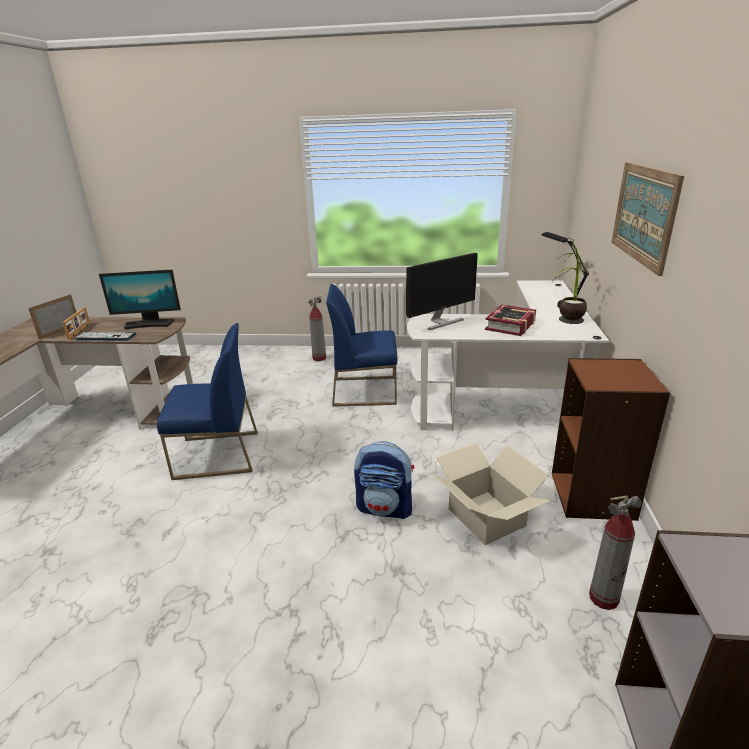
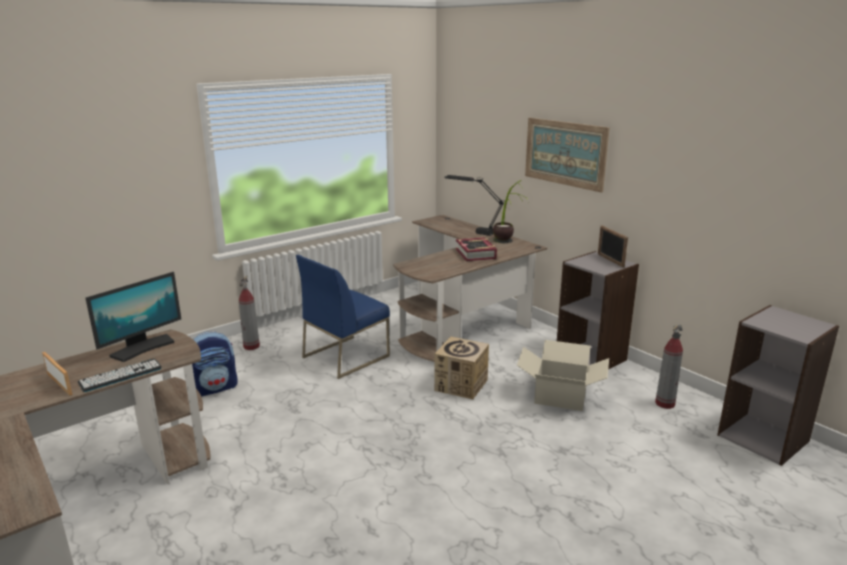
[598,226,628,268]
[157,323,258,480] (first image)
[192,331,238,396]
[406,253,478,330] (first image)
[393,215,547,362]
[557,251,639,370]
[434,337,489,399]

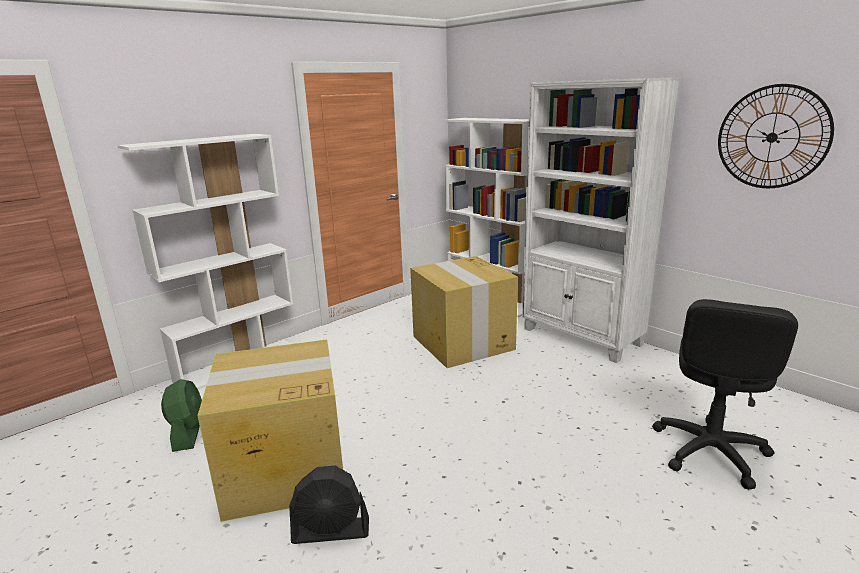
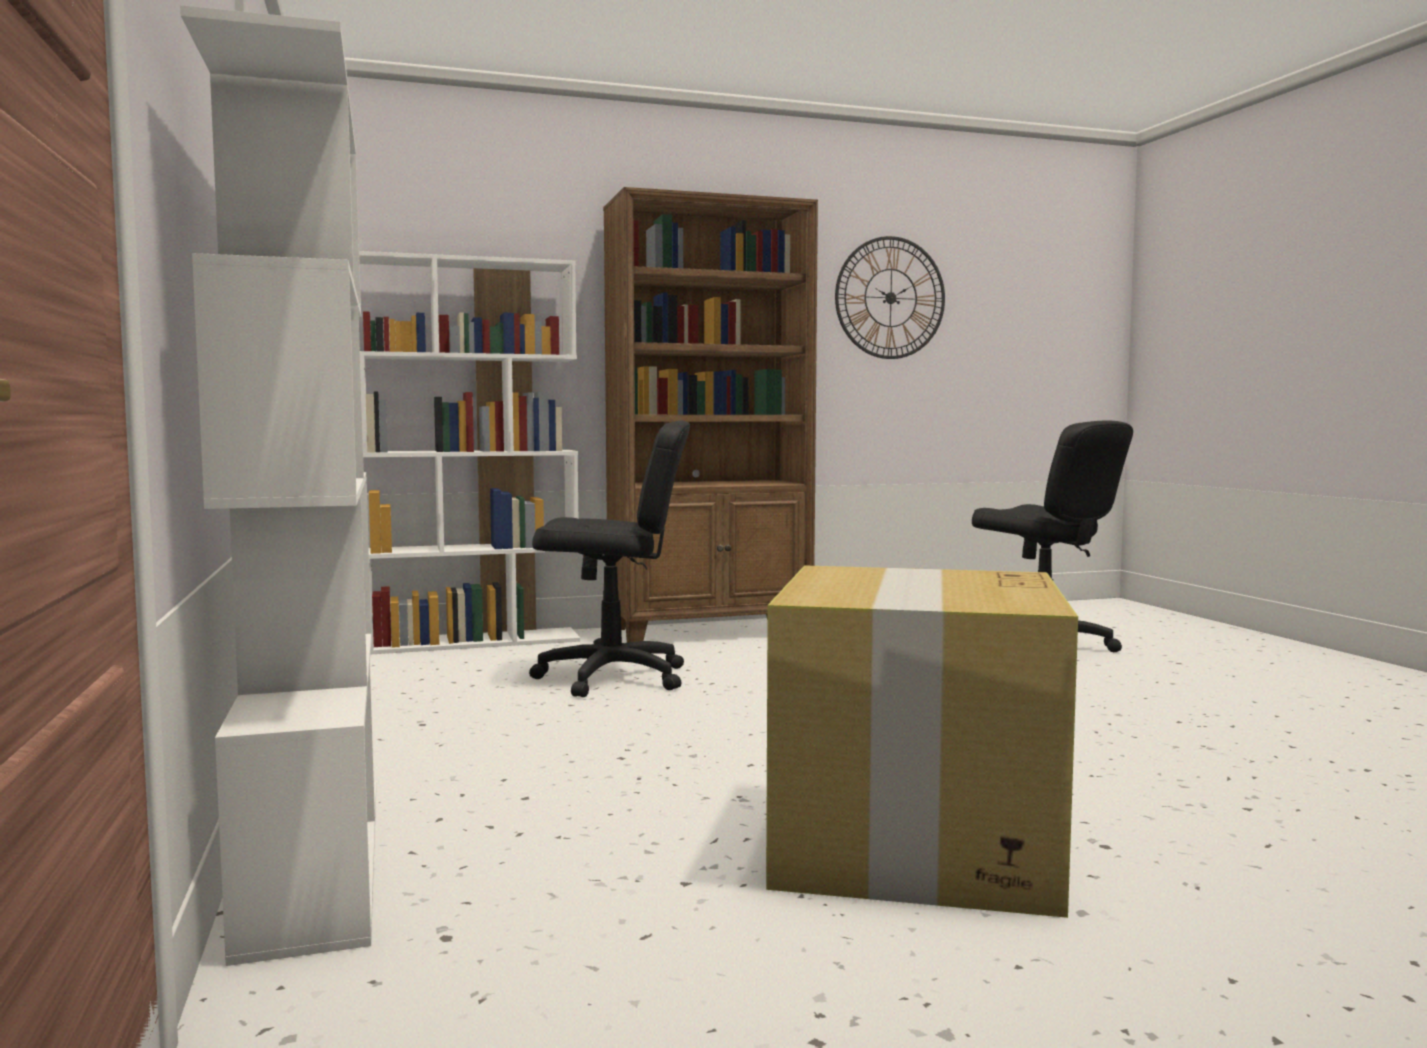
[161,379,202,452] (first image)
[289,466,369,544] (first image)
[529,421,690,697]
[603,187,818,643]

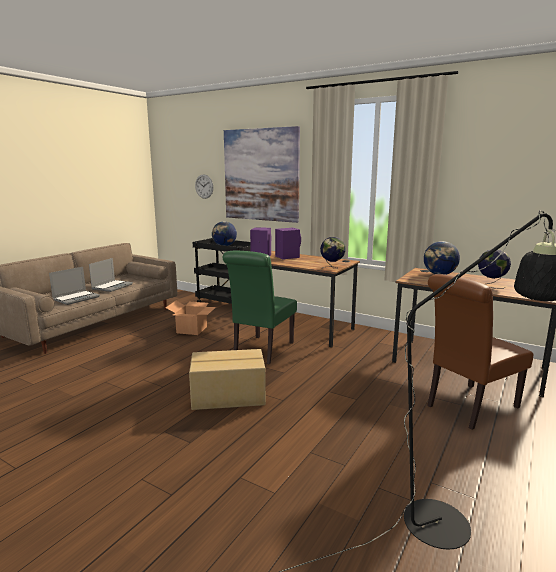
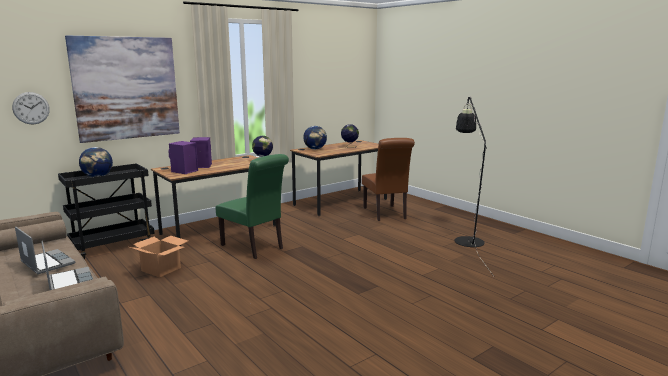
[189,349,266,410] (first image)

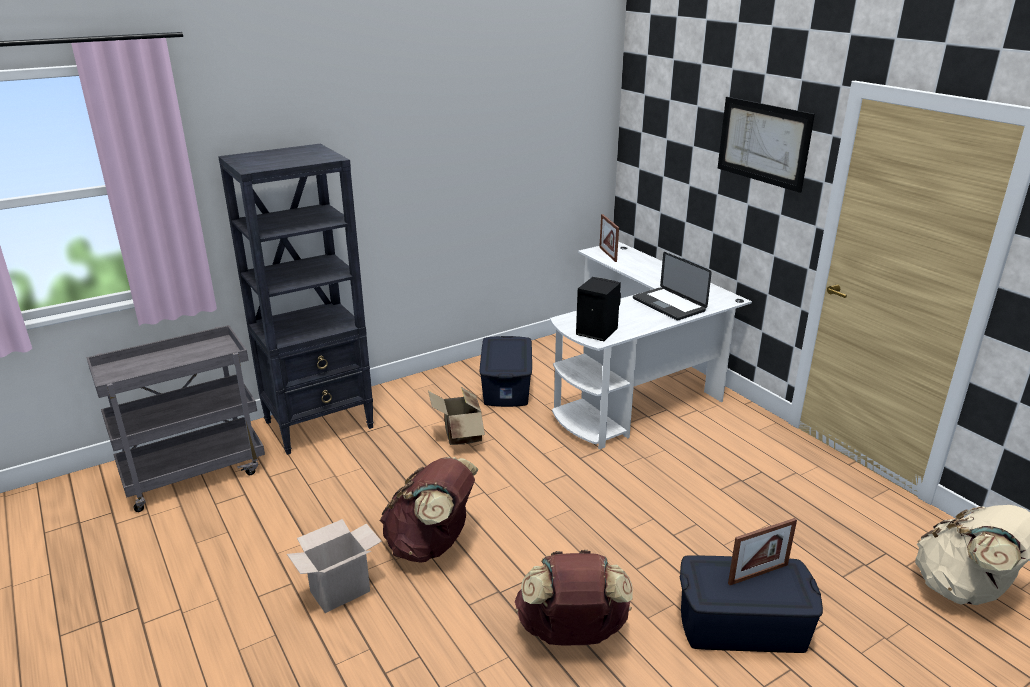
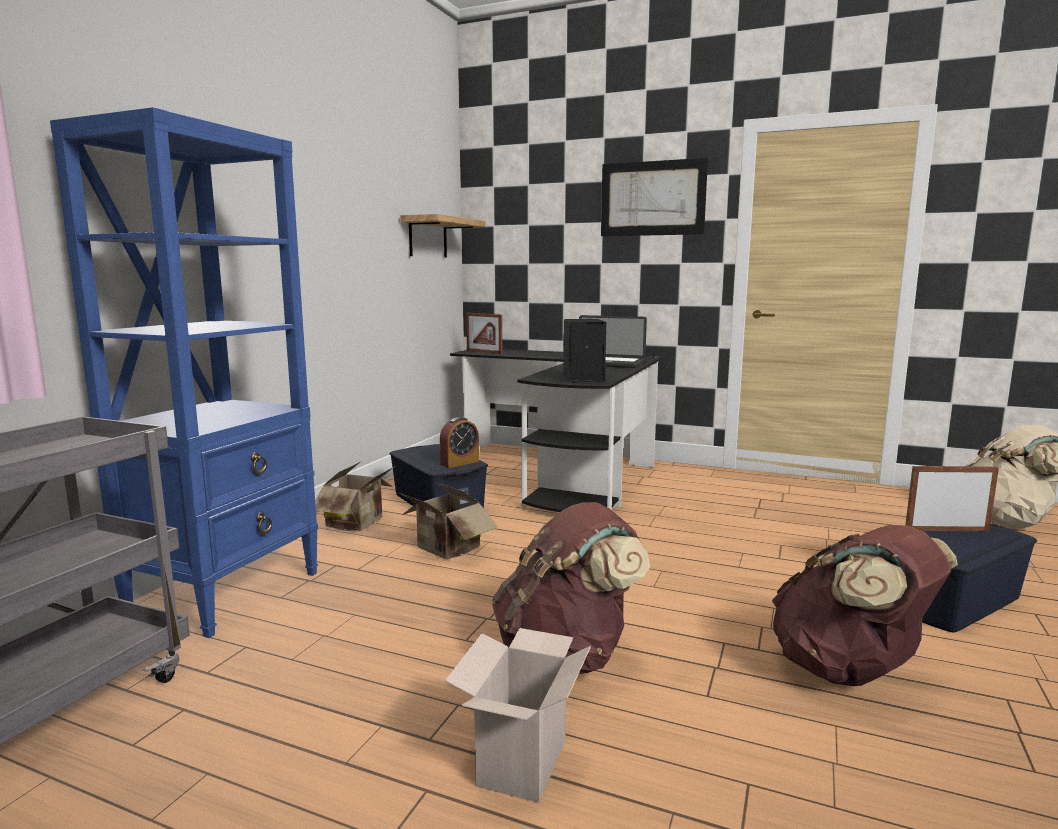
[50,107,318,638]
[450,349,663,512]
[905,466,999,532]
[315,462,397,531]
[401,214,486,258]
[440,417,479,468]

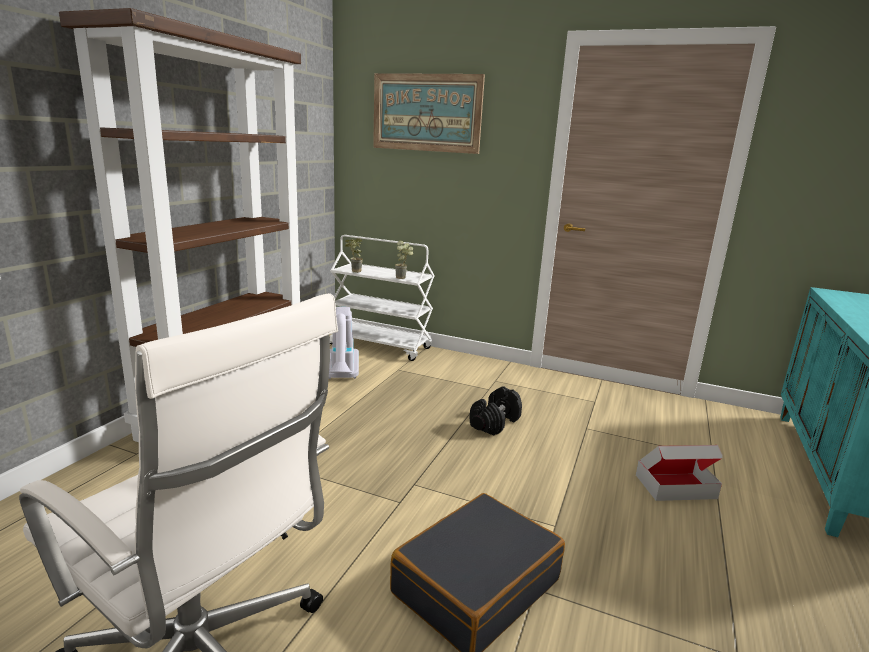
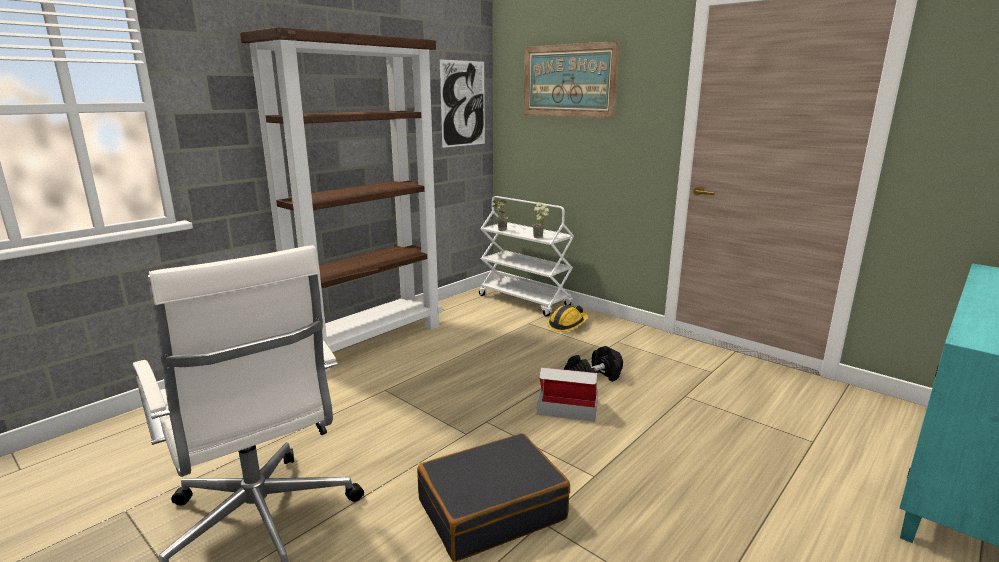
[329,307,359,379] (first image)
[536,367,598,422]
[440,59,485,148]
[547,305,588,332]

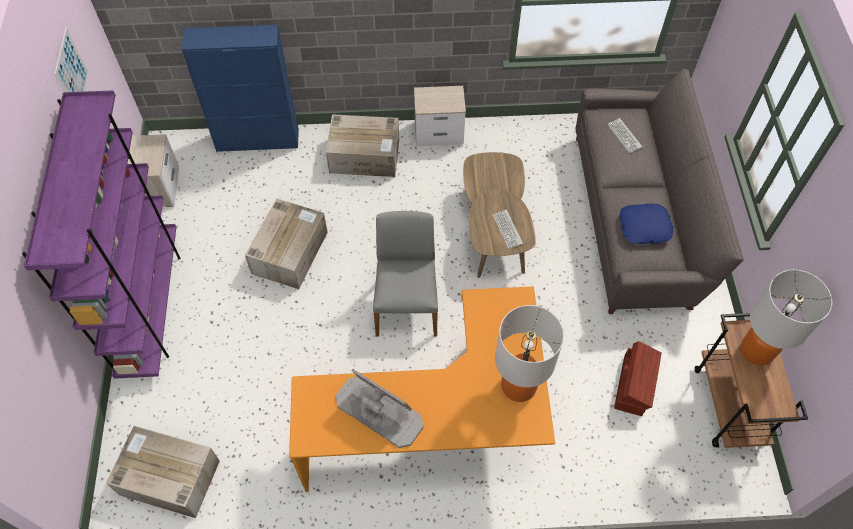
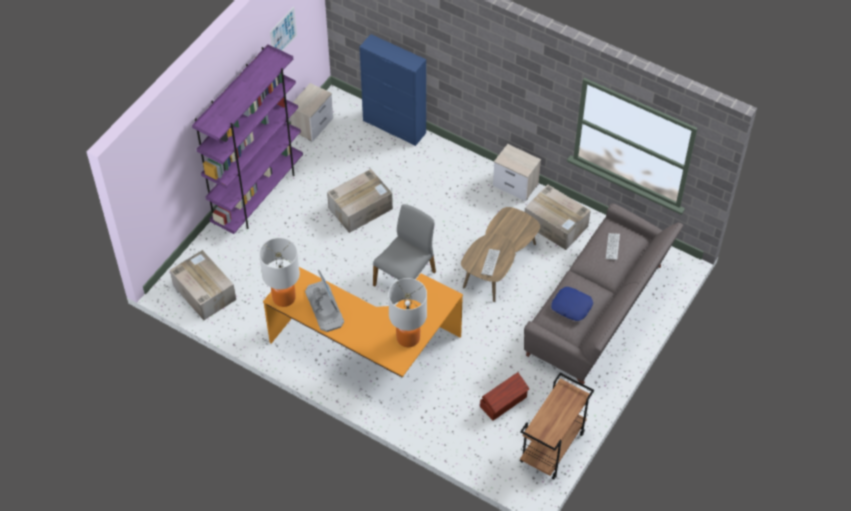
[525,185,591,250]
[259,238,300,307]

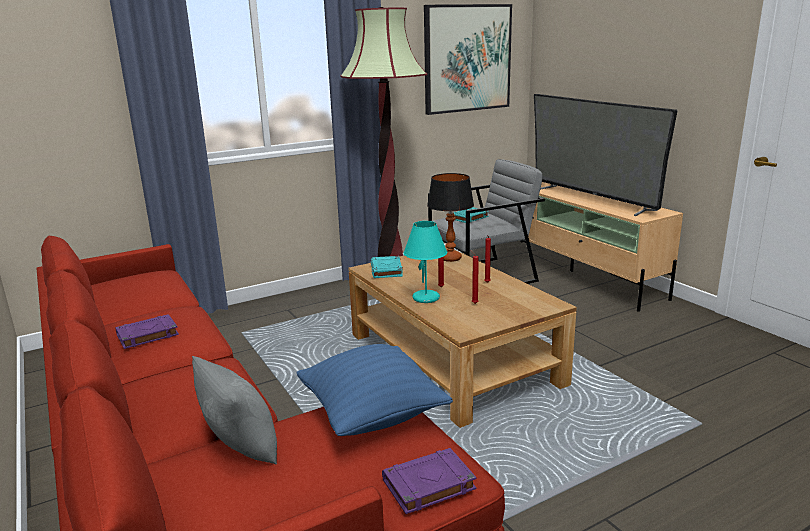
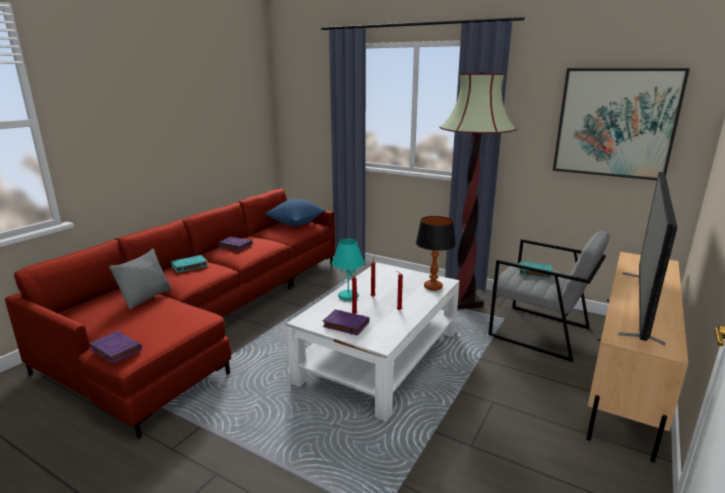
[265,199,326,226]
[287,262,460,421]
[171,255,208,273]
[323,309,370,335]

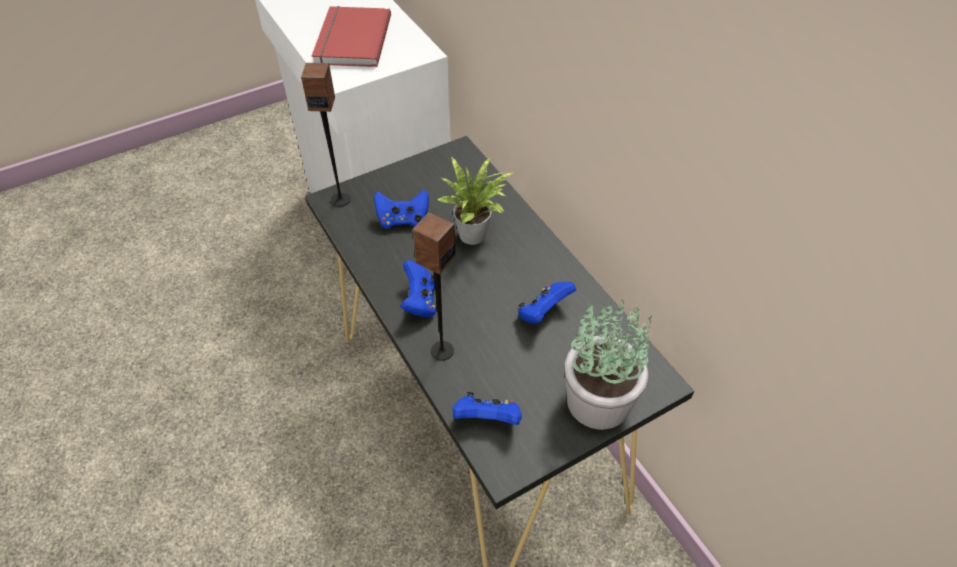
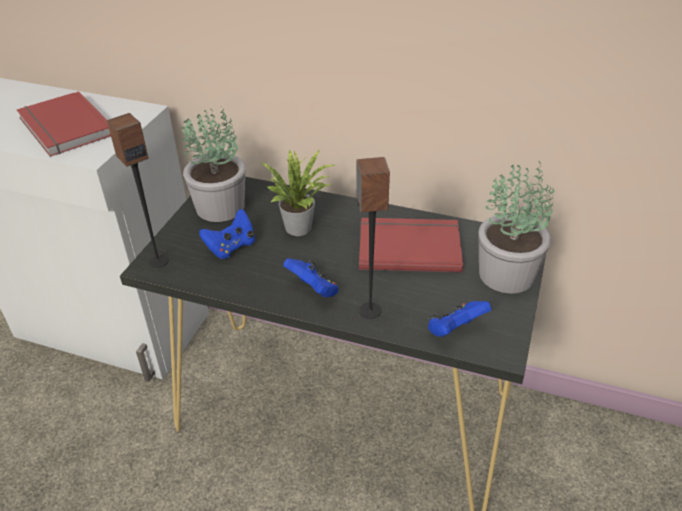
[359,218,463,272]
[182,106,245,222]

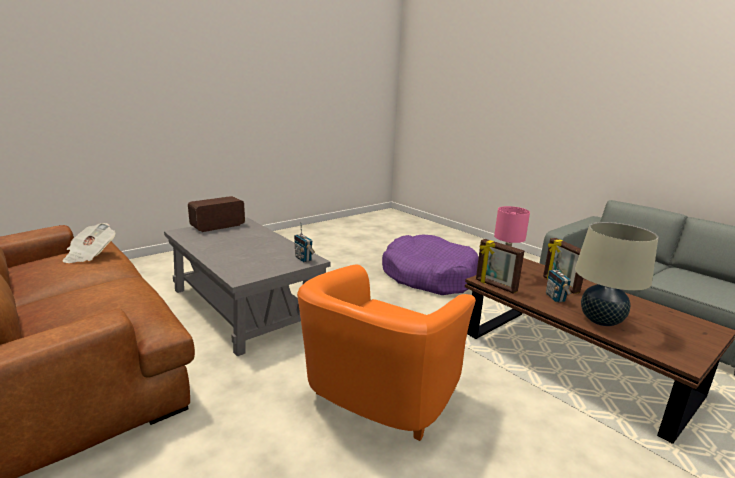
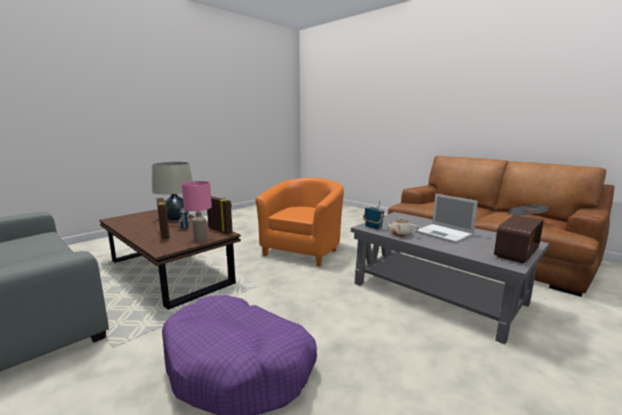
[385,218,419,237]
[416,194,478,243]

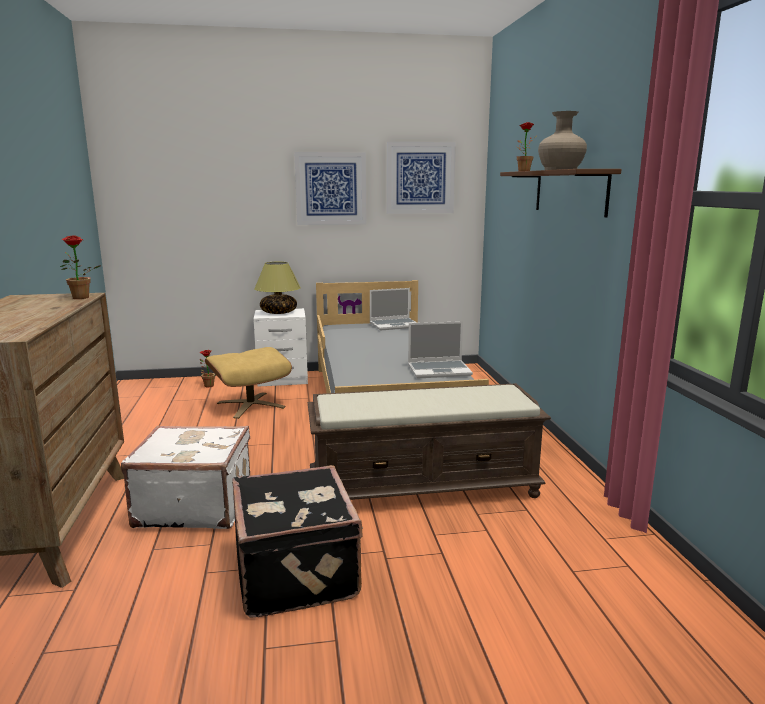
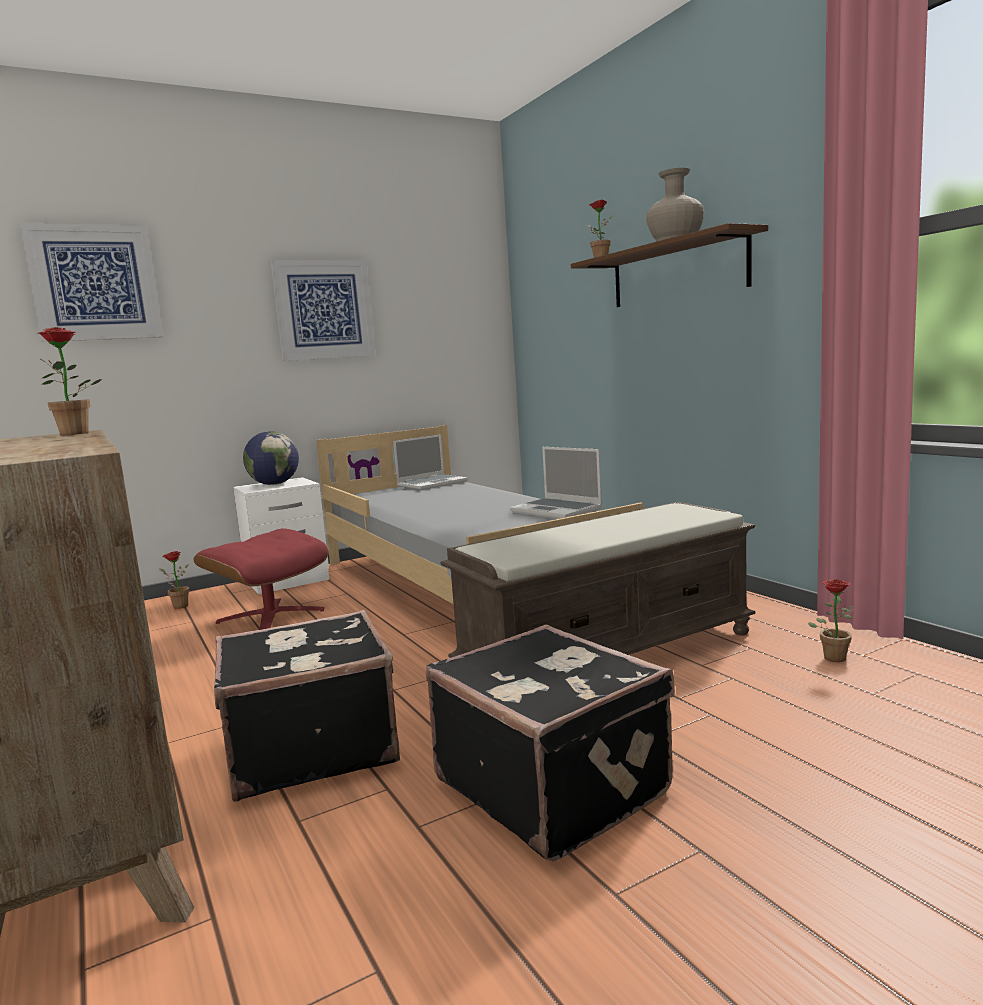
[214,610,400,802]
[194,528,329,630]
[243,431,299,485]
[20,223,164,342]
[509,447,602,519]
[808,580,854,662]

